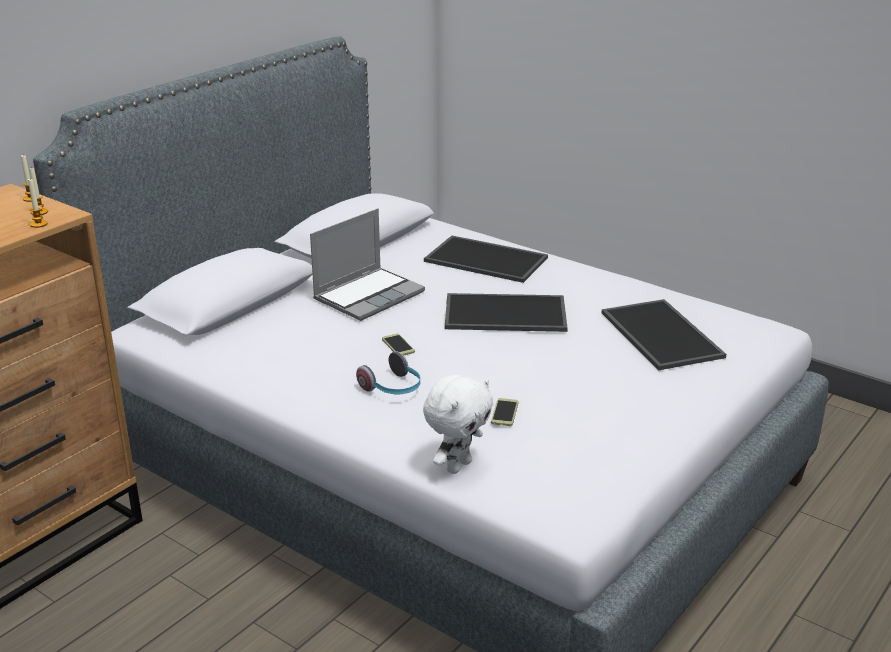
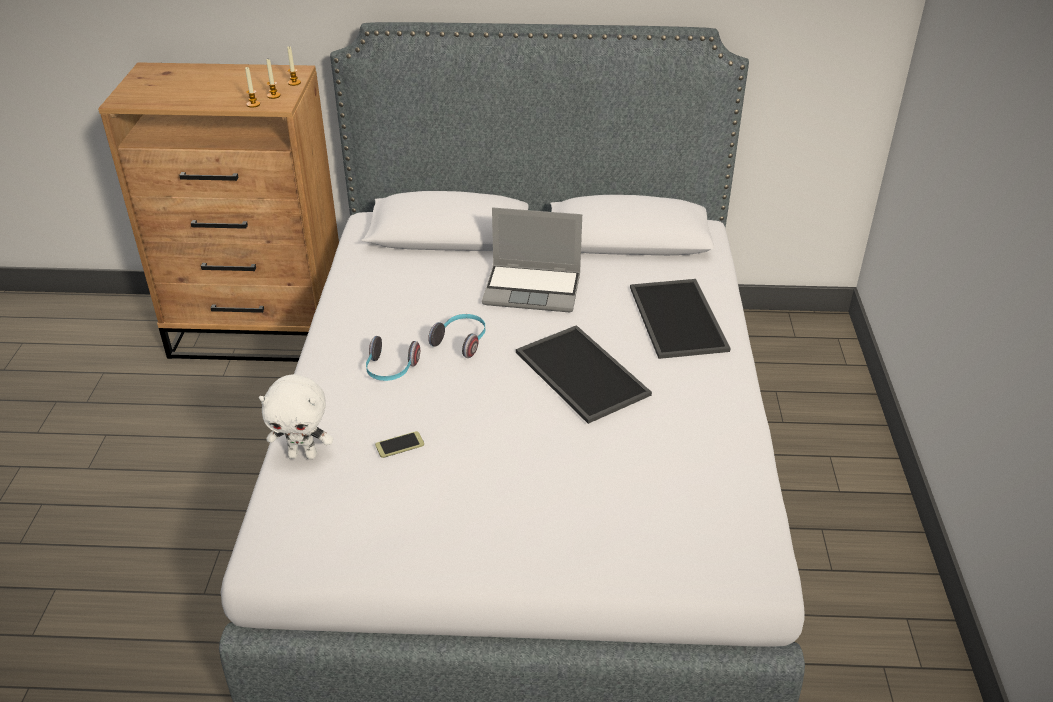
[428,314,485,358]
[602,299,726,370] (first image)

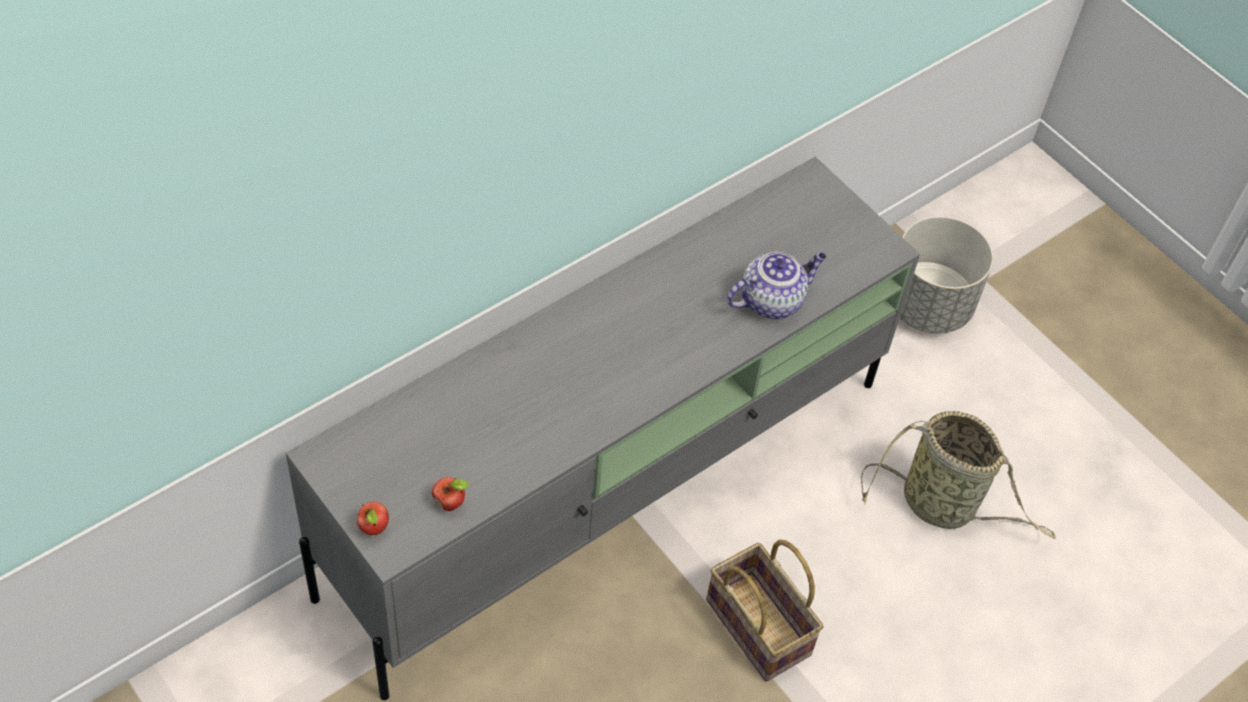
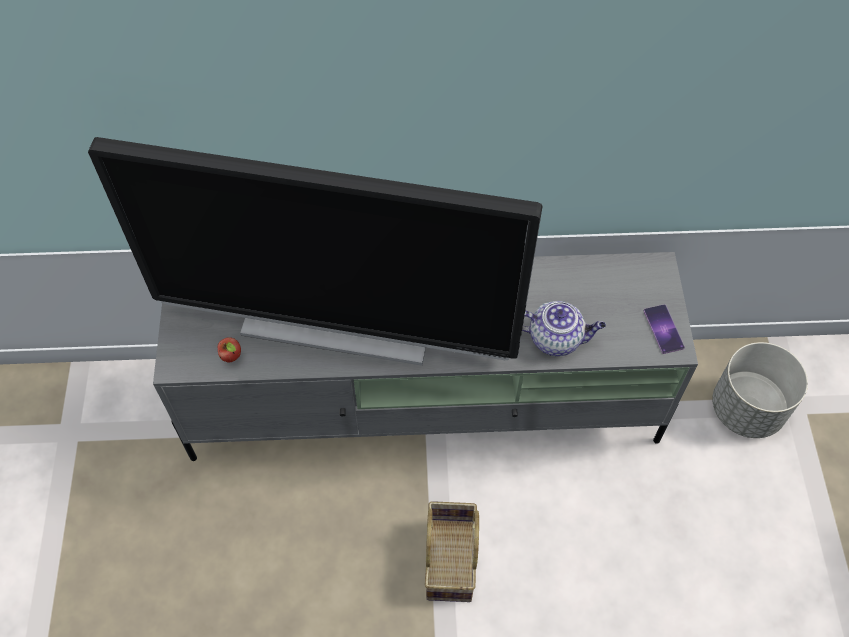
[357,502,389,535] (first image)
[861,411,1056,539] (first image)
[88,137,543,366]
[644,304,685,354]

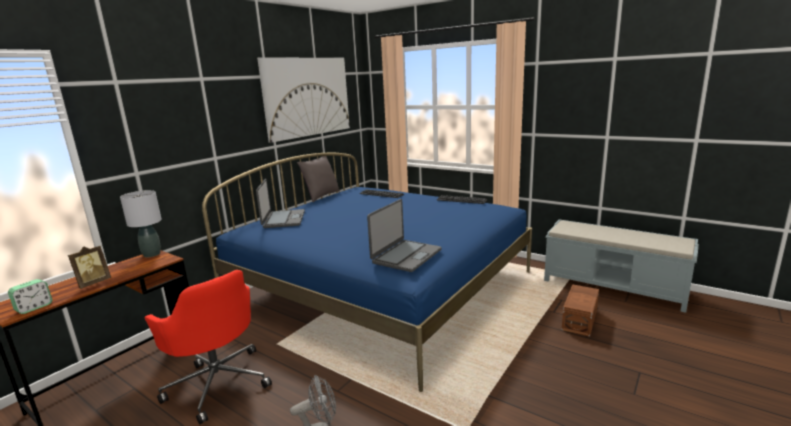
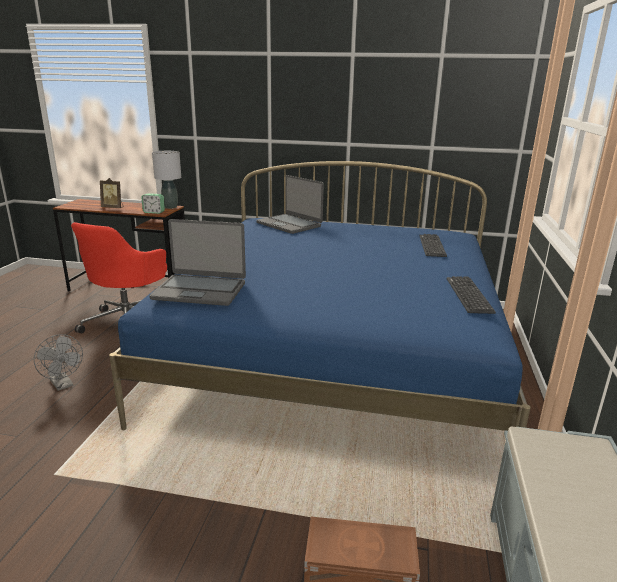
[142,193,165,214]
[257,175,324,234]
[257,57,350,143] (first image)
[297,156,340,202] (first image)

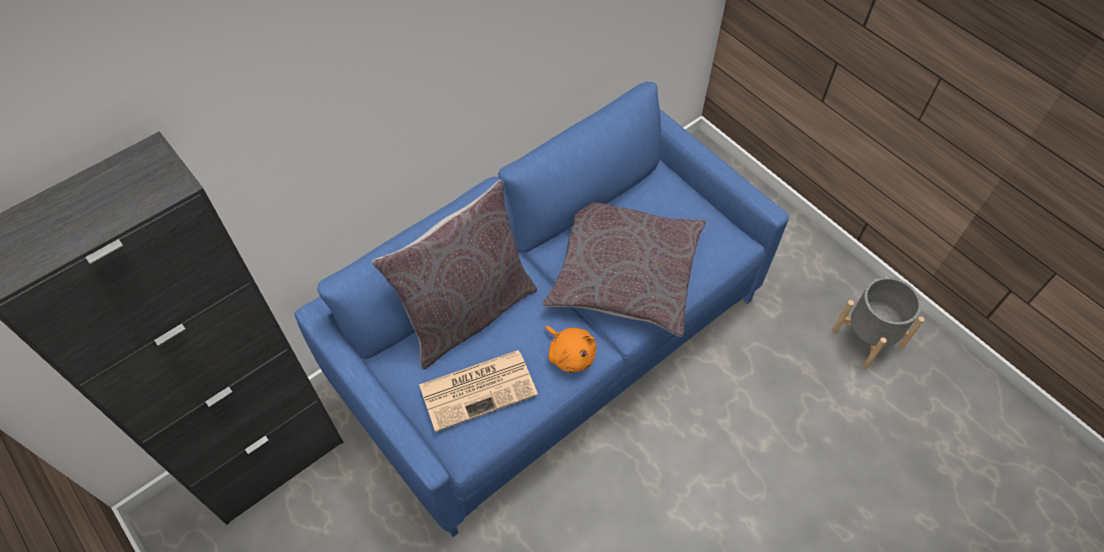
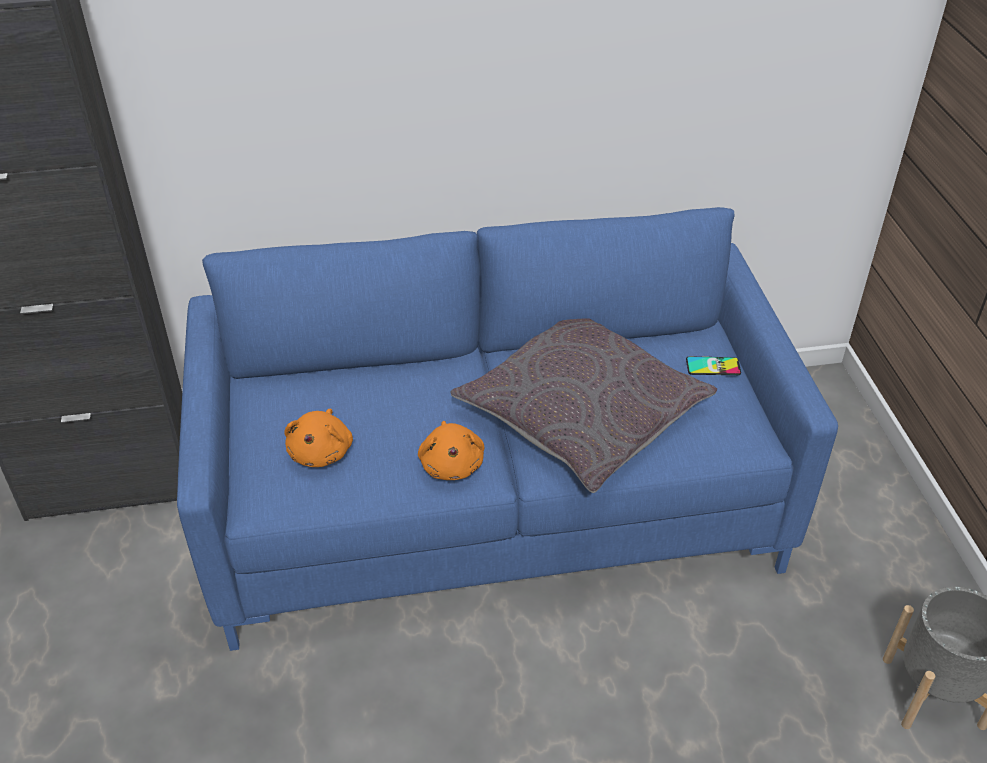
[372,180,537,369] (first image)
[284,409,353,467]
[686,357,741,375]

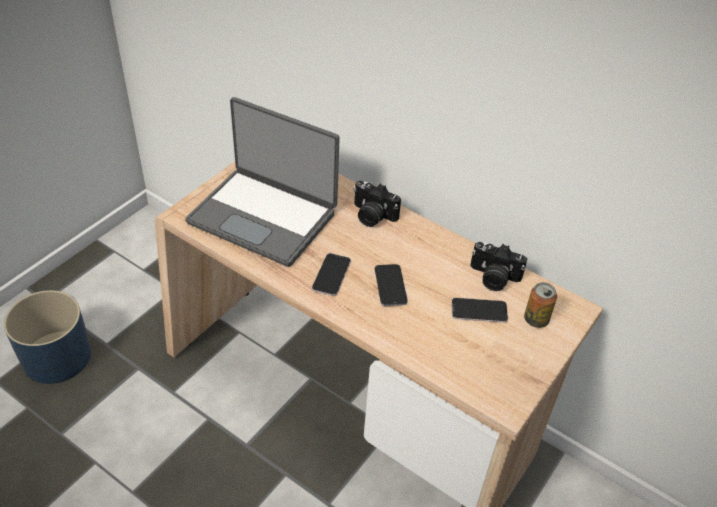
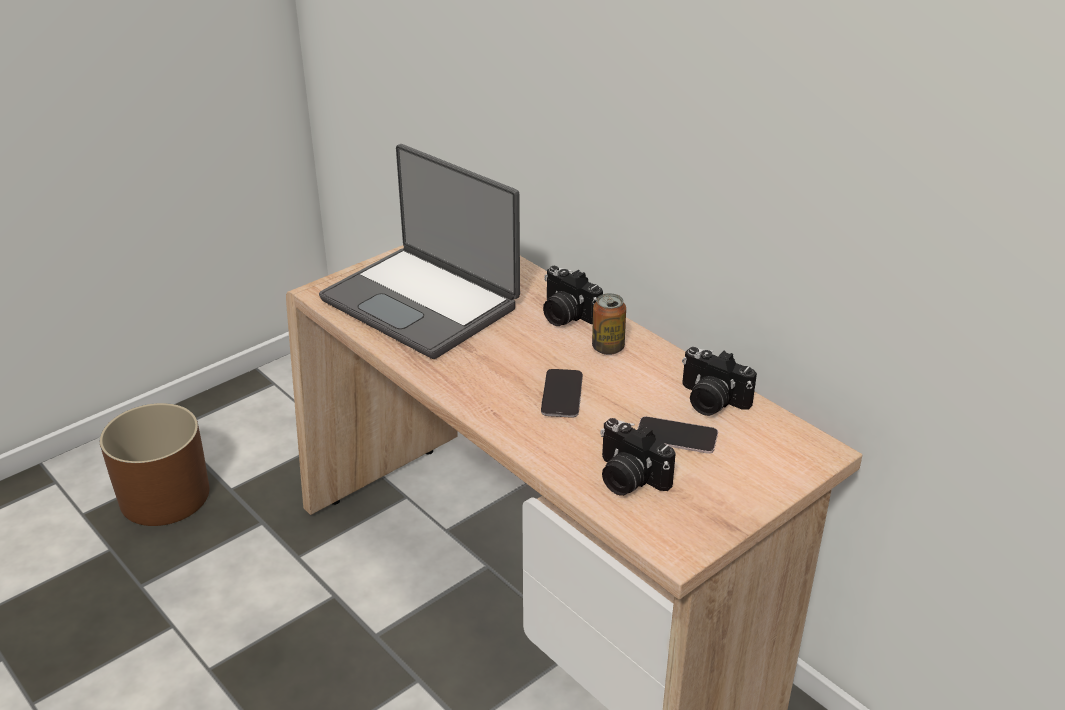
[100,403,209,526]
[312,253,351,296] (first image)
[592,293,626,355]
[600,418,676,496]

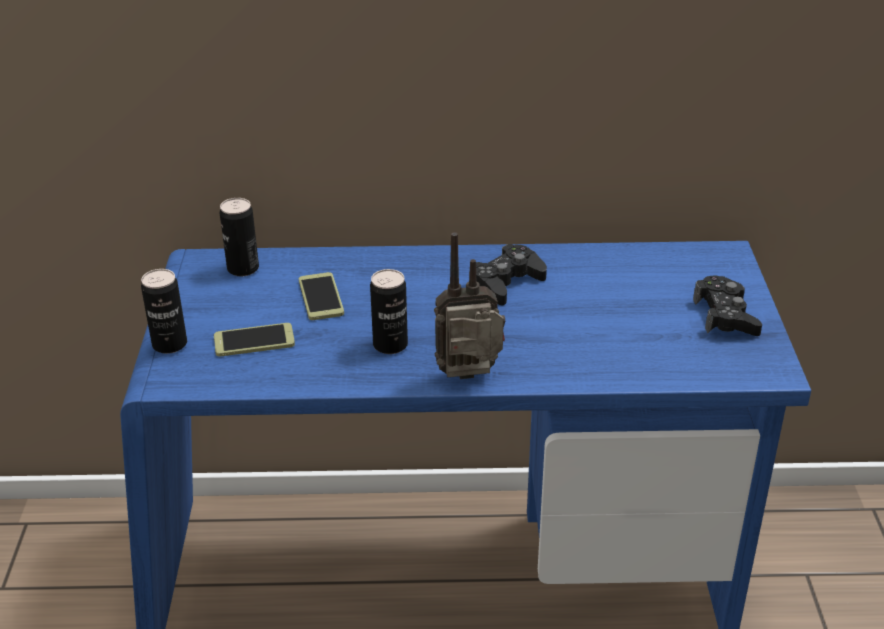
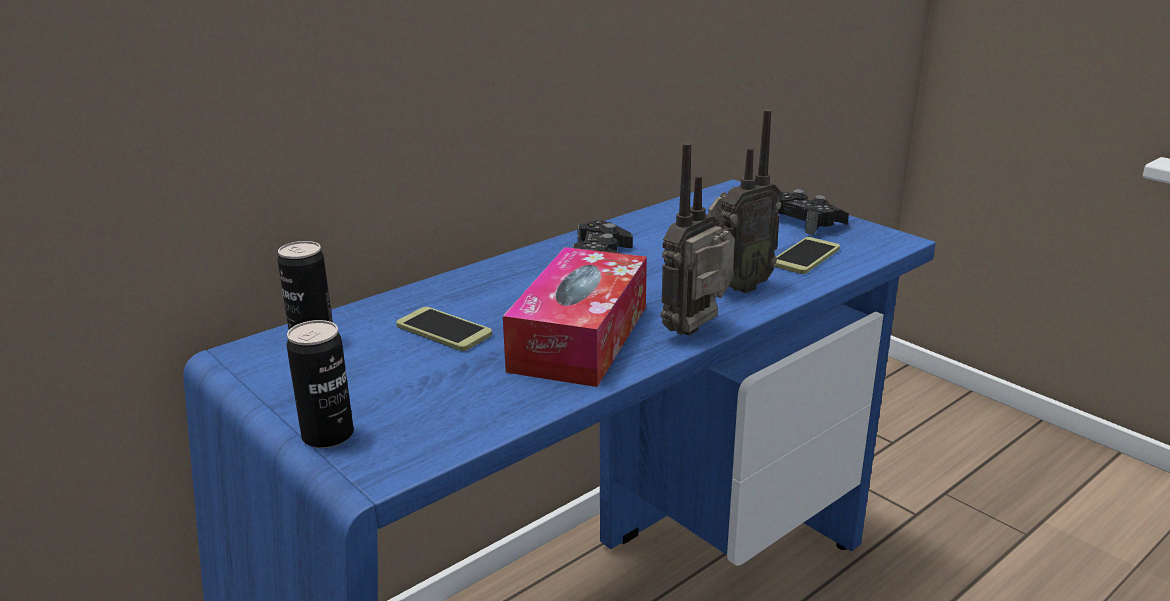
[774,237,840,274]
[503,247,647,387]
[708,109,782,293]

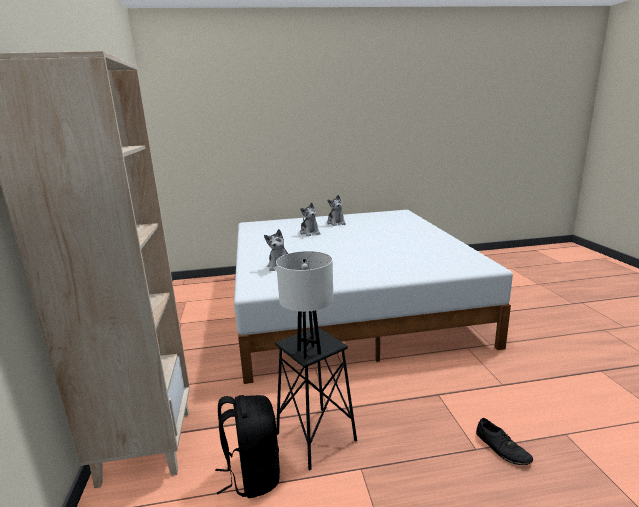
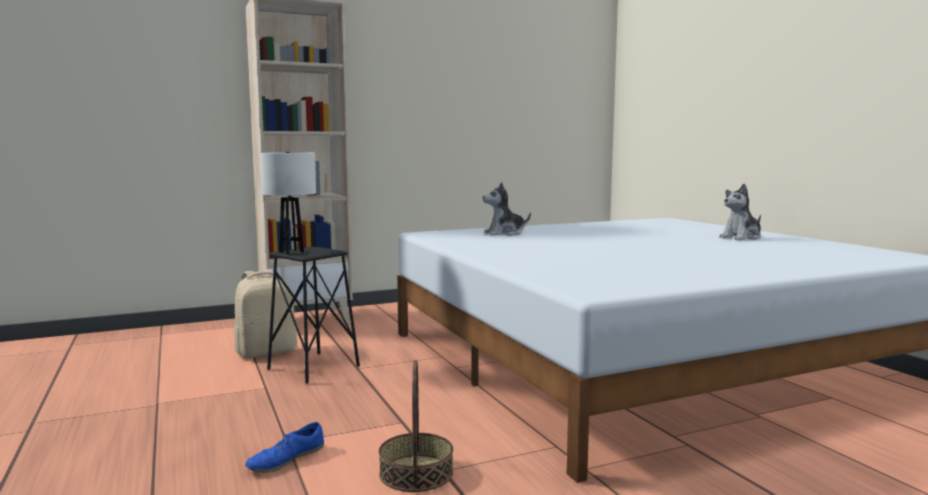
[234,269,297,358]
[300,202,321,236] (first image)
[245,422,324,473]
[379,360,453,492]

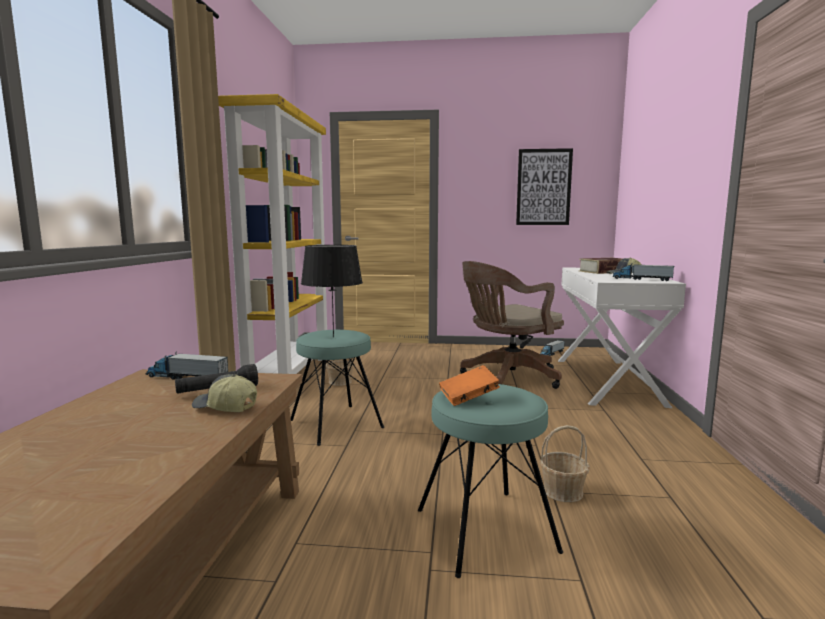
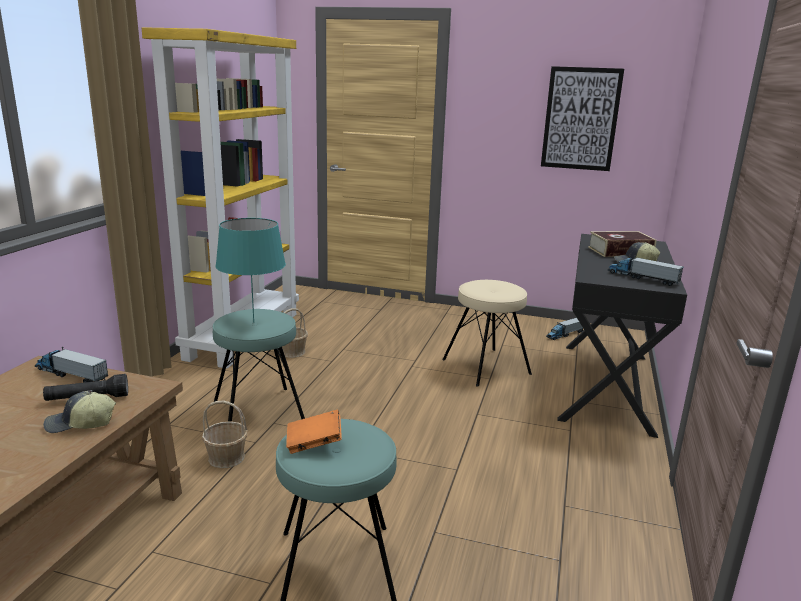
[43,391,116,433]
[215,218,286,323]
[442,280,532,387]
[202,400,248,468]
[557,234,687,438]

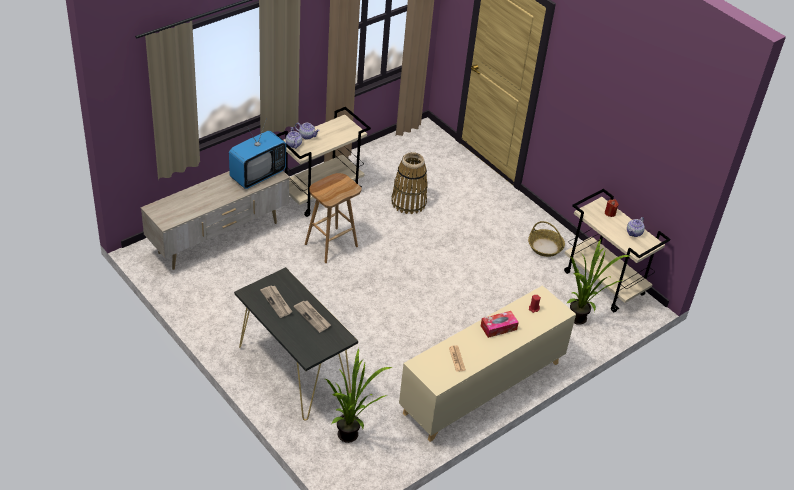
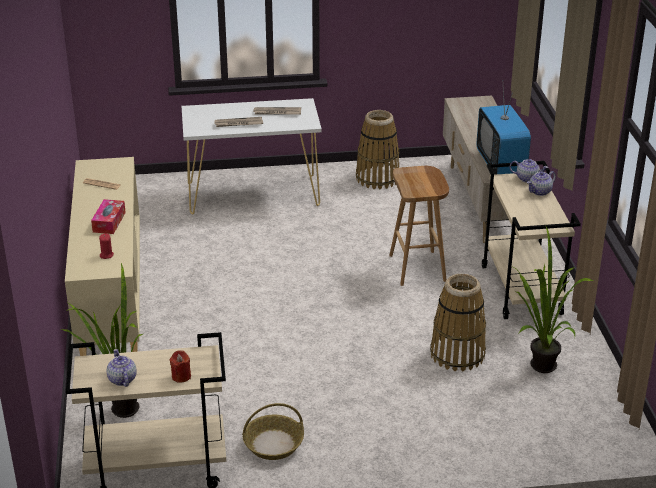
[181,98,322,214]
[513,225,594,373]
[356,110,399,190]

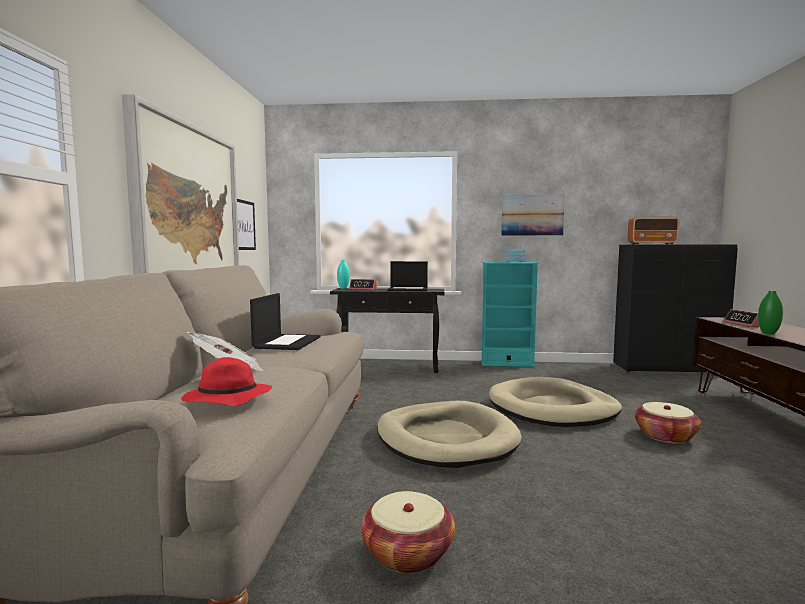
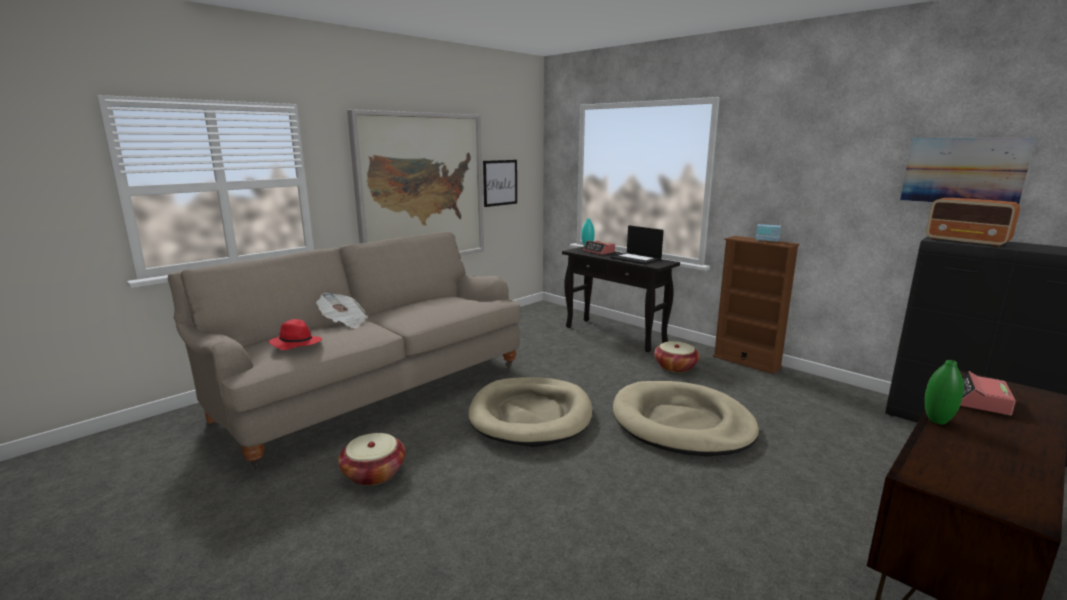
[250,293,321,350] (first image)
[713,236,800,374]
[900,138,1036,204]
[654,341,699,373]

